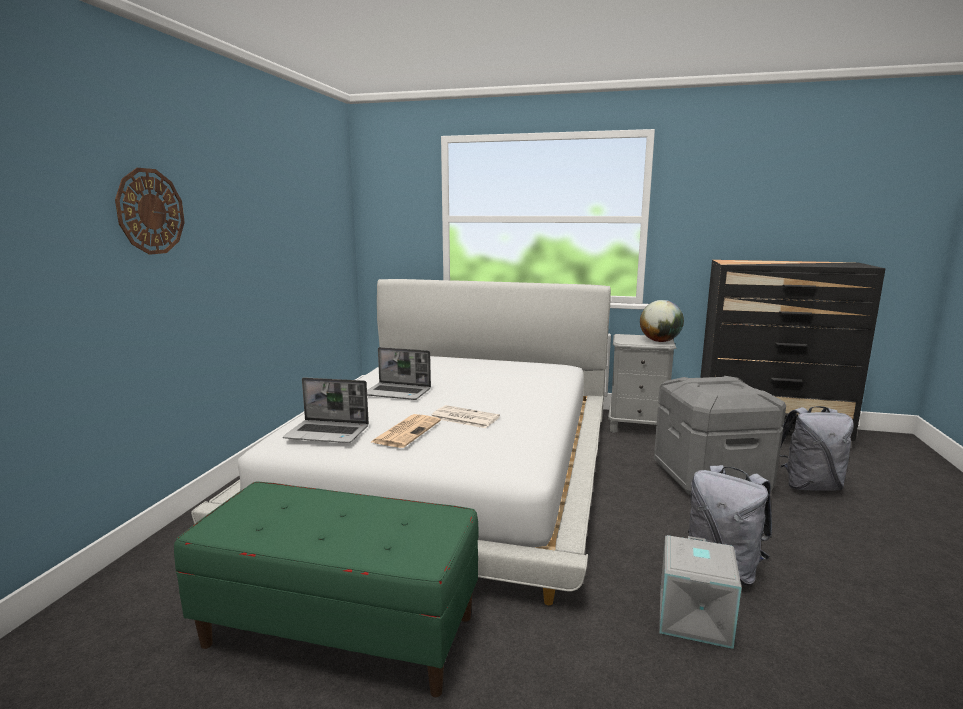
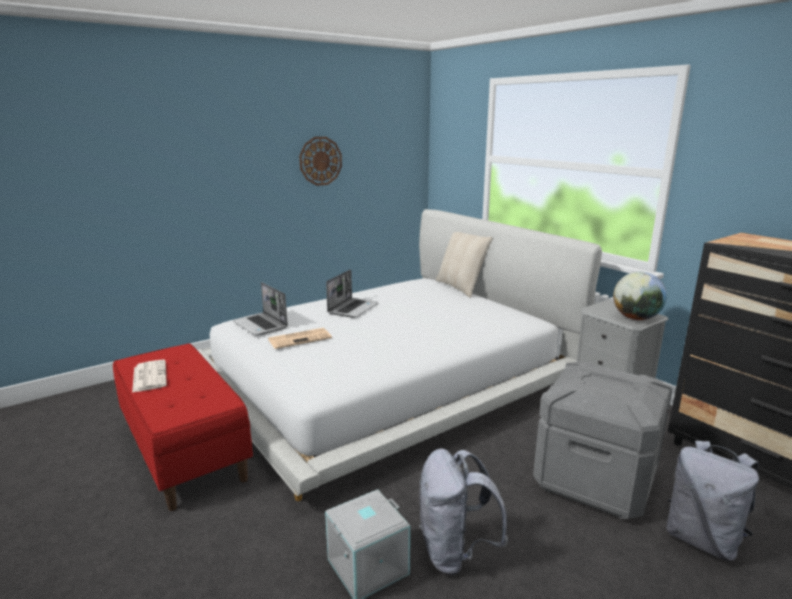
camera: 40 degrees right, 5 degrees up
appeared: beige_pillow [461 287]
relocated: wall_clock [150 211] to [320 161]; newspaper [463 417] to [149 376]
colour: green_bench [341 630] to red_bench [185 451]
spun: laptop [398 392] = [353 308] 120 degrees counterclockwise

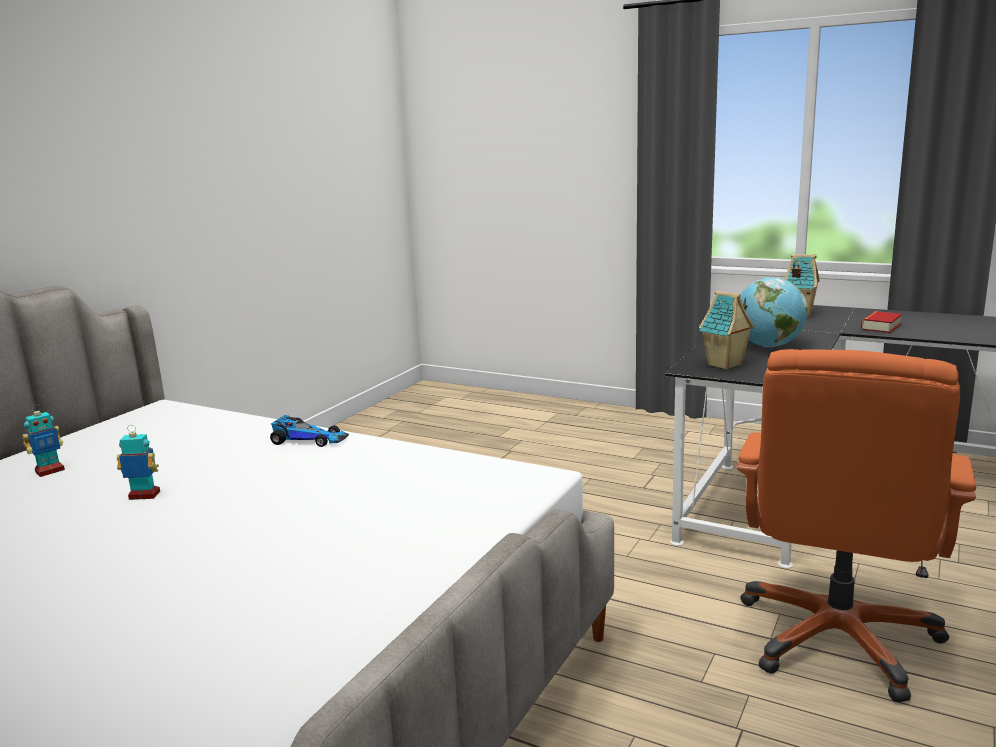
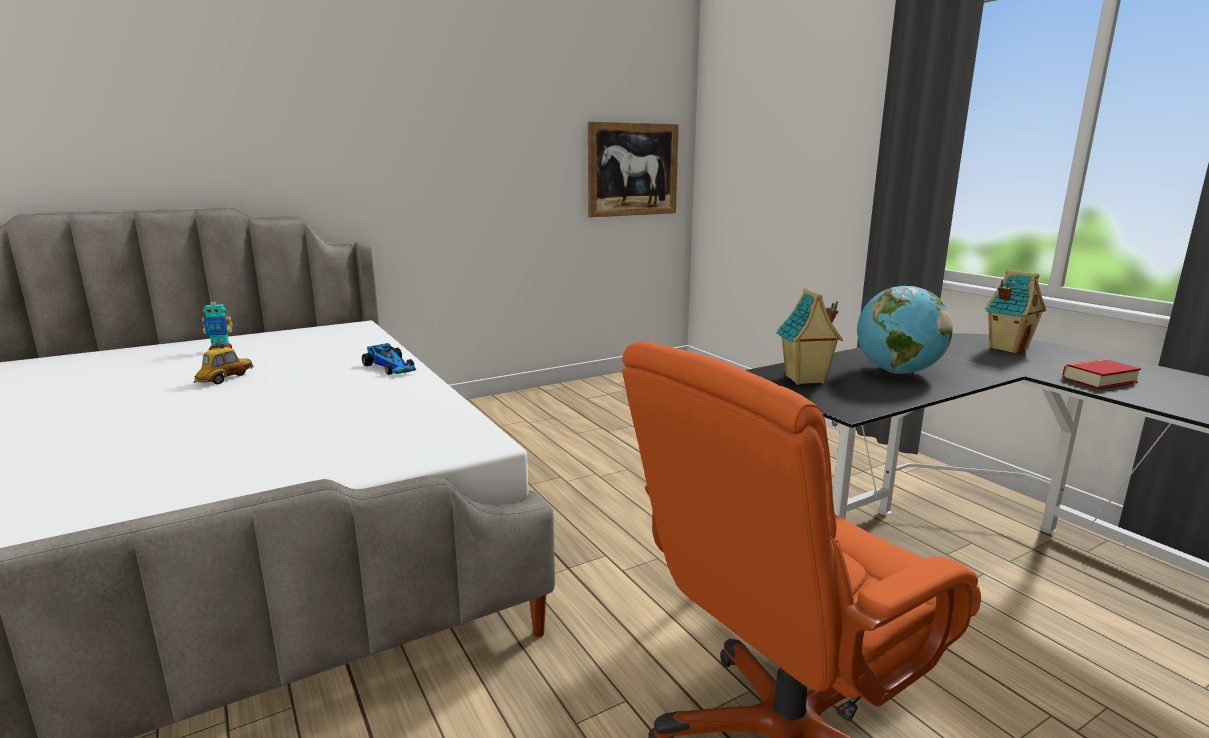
camera: 30 degrees right, 0 degrees up
appeared: picture [633 169]
exchanged: toy_robot [144 496] to toy_car [226 379]

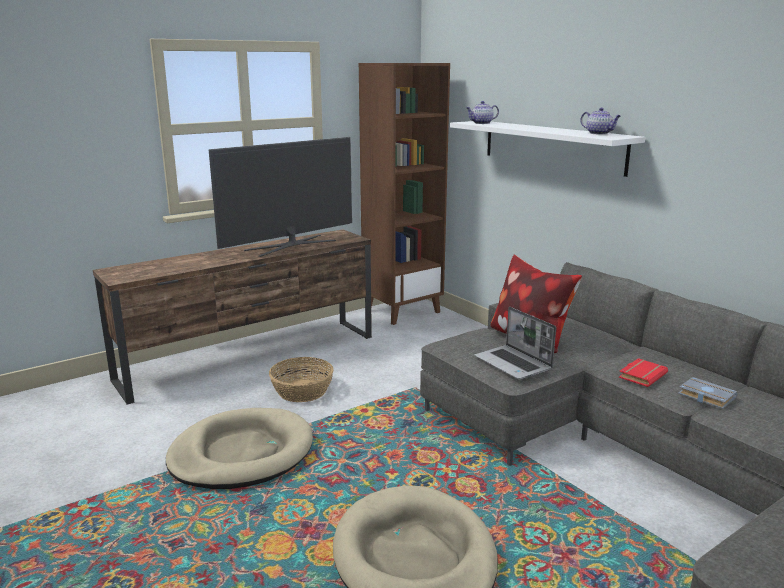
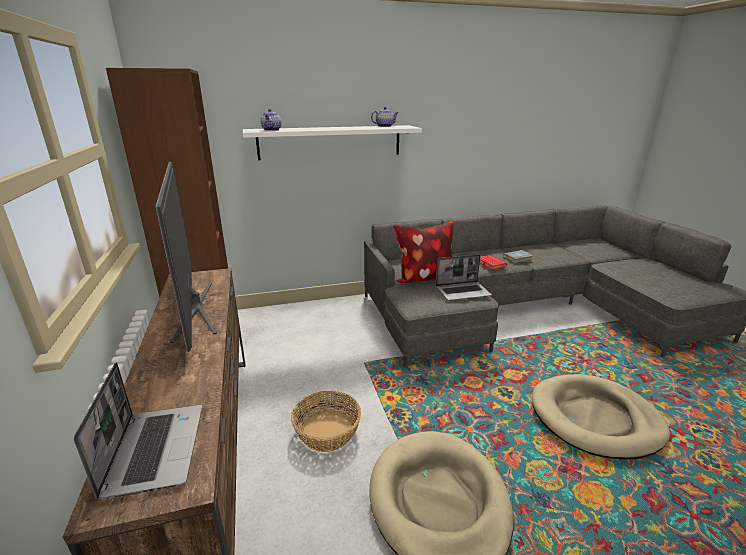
camera: 70 degrees left, 5 degrees up
appeared: laptop [154 449]

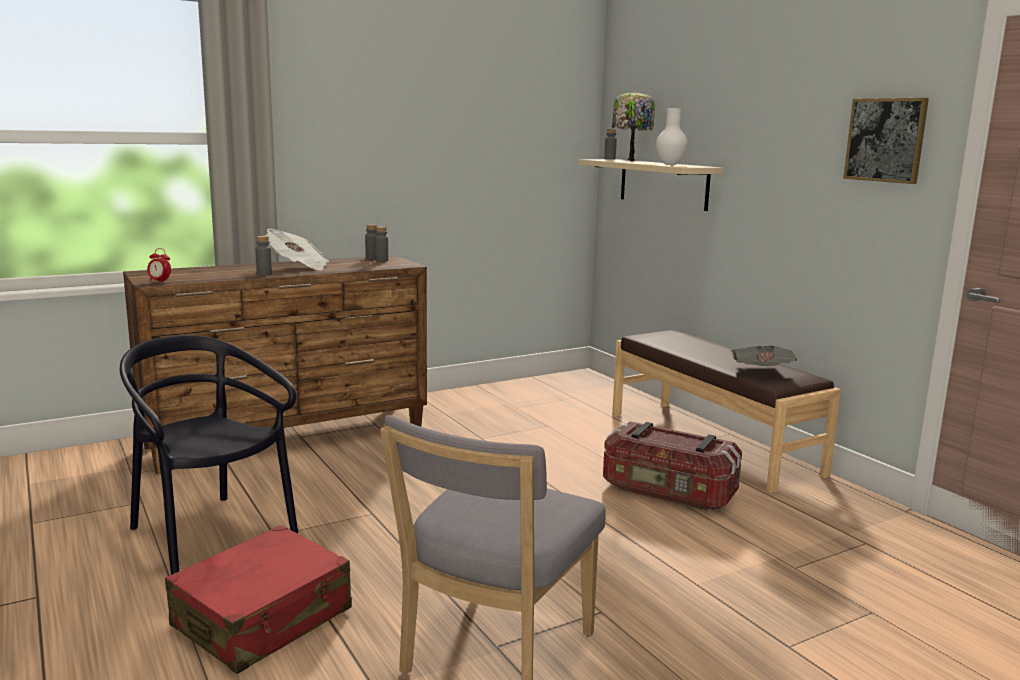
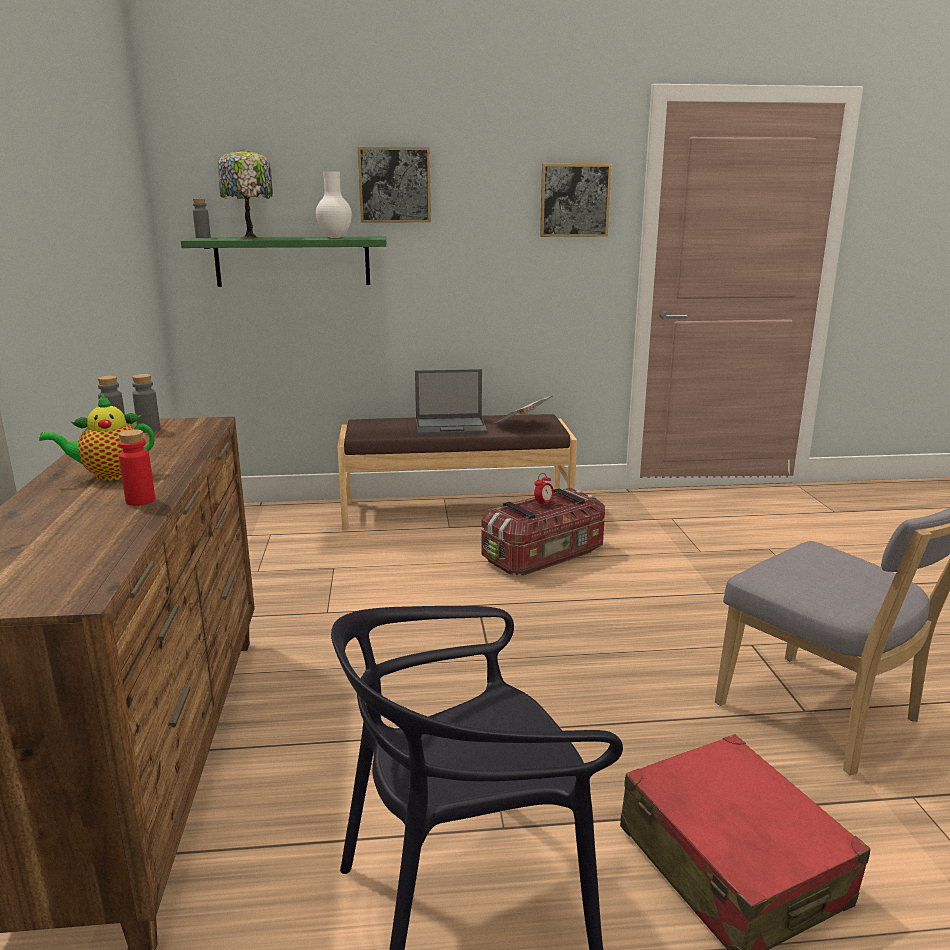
camera: 65 degrees left, 5 degrees up
appeared: picture [394 185]; laptop [451 426]
relocated: alarm_clock [160 282] to [543 504]
exchanged: newspaper [298 266] to teapot [109 475]
colour: grey_bottle [264 274] to red_bottle [140 501]; beige_shelf [663 183] to green_shelf [293 261]

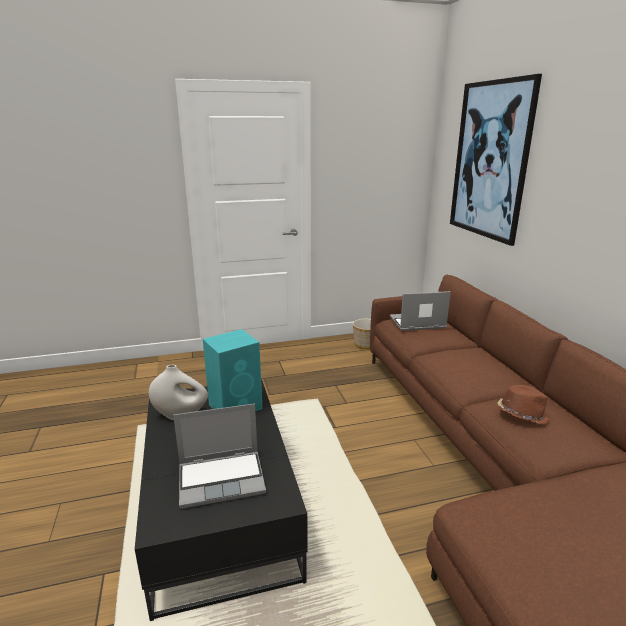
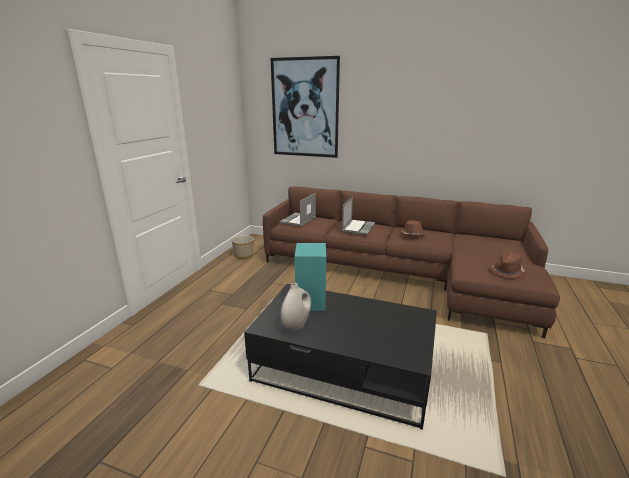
camera: 55 degrees left, 0 degrees up
appeared: brown_hat [507 271]
relocated: laptop [222 479] to [358 228]

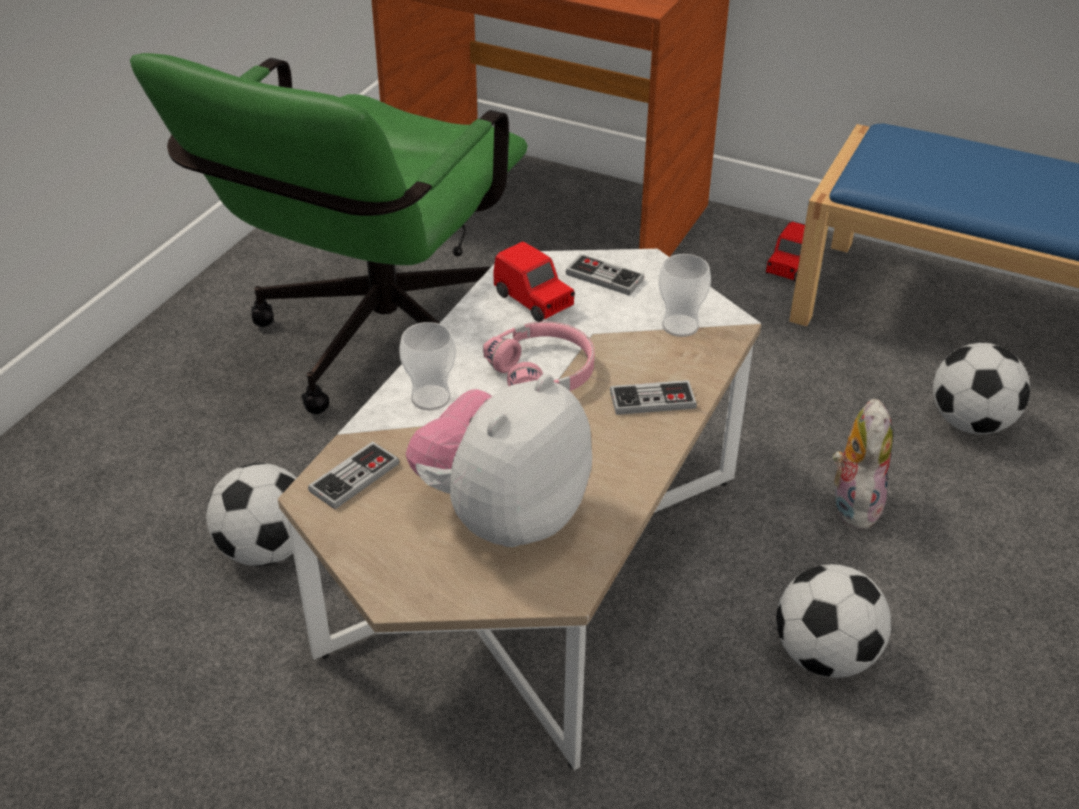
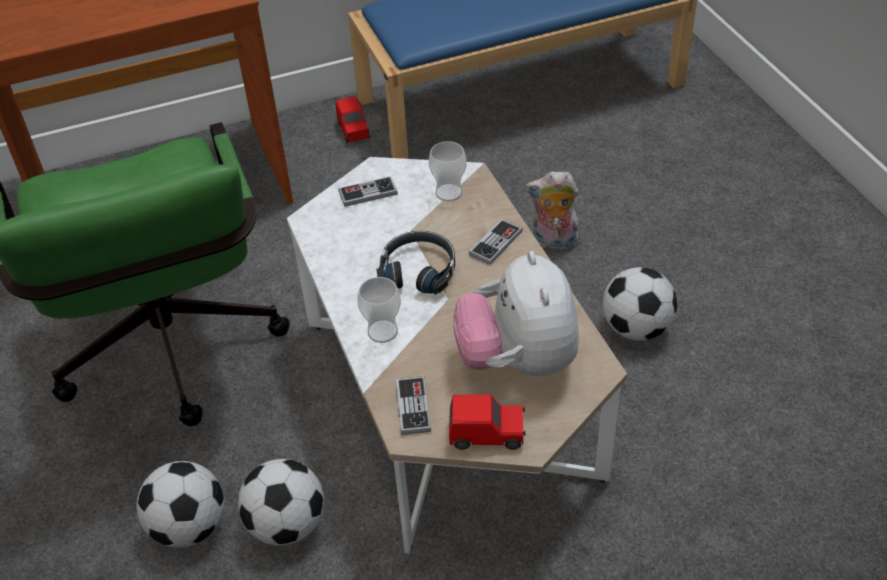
camera: 45 degrees left, 5 degrees up
relocated: red_toy_car [534 301] to [487 434]; football [970 423] to [189 526]
colour: pink_headphones [544 371] to black_headphones [419 270]
spun: plush_toy [852 503] = [553 242] 45 degrees counterclockwise

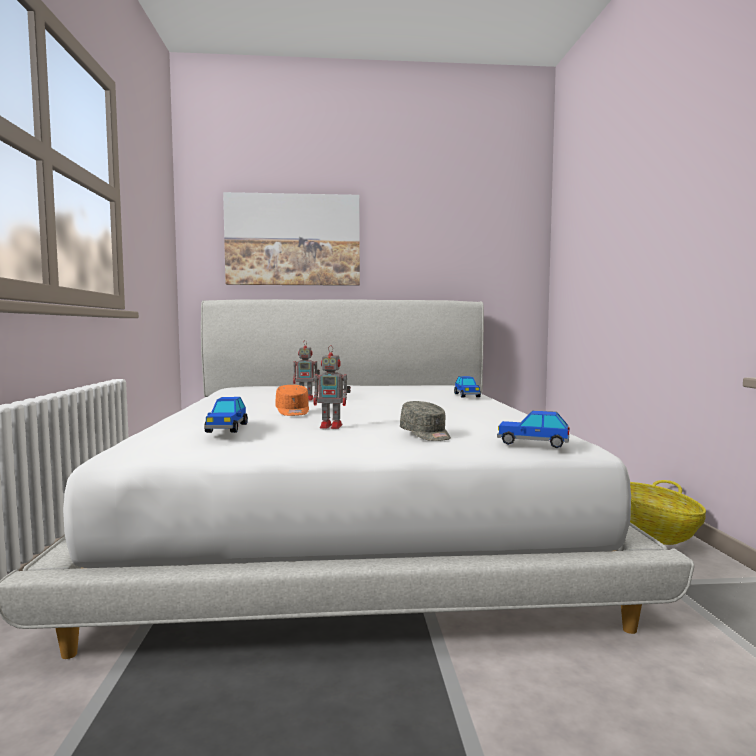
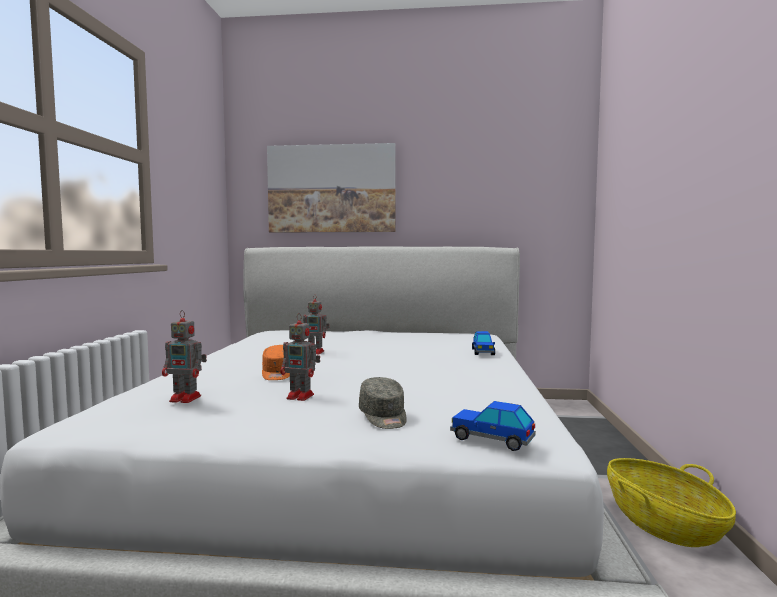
camera: 10 degrees right, 0 degrees up
exchanged: toy_car [227 428] to toy_robot [187 399]

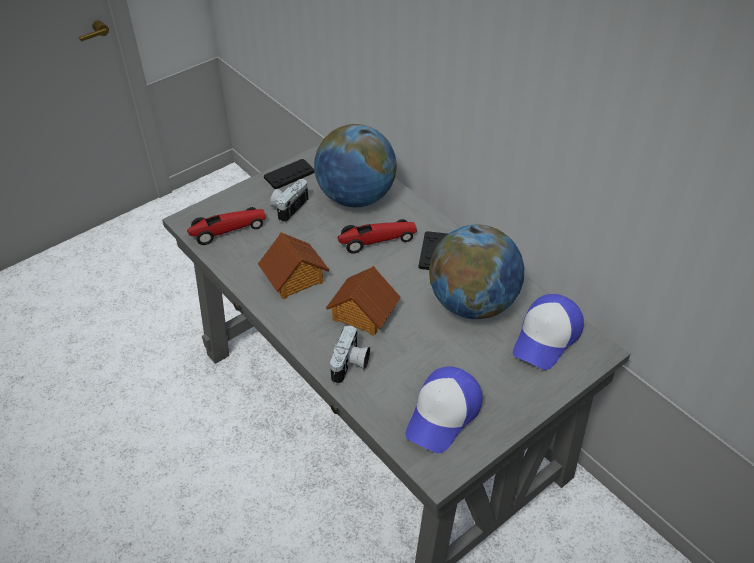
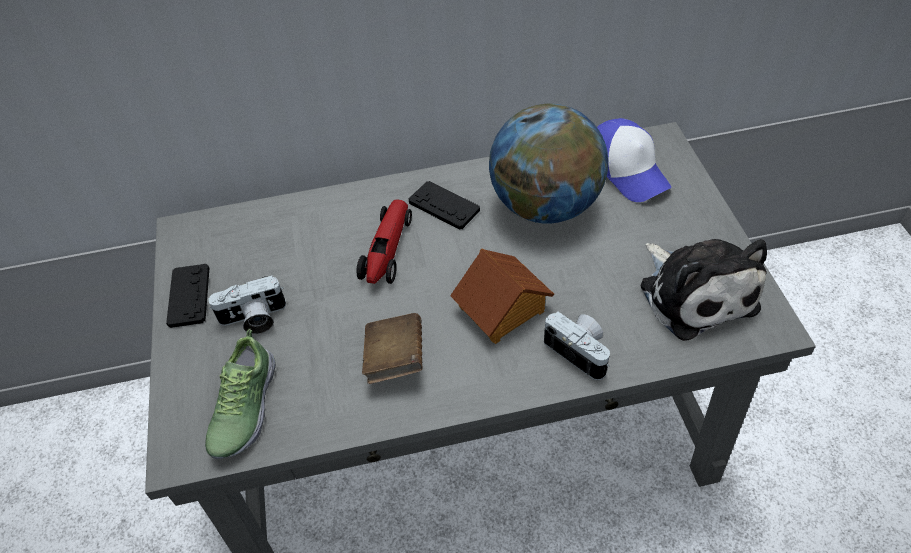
camera: 60 degrees left, 5 degrees up
missing: globe [356 197]
exchanged: toy_car [228 230] to shoe [243 408]; toy_house [294 278] to brown_book [395 359]; cap [443 415] to plush_toy [695 292]
spun: photo_camera [288 207] = [254 319] 75 degrees counterclockwise

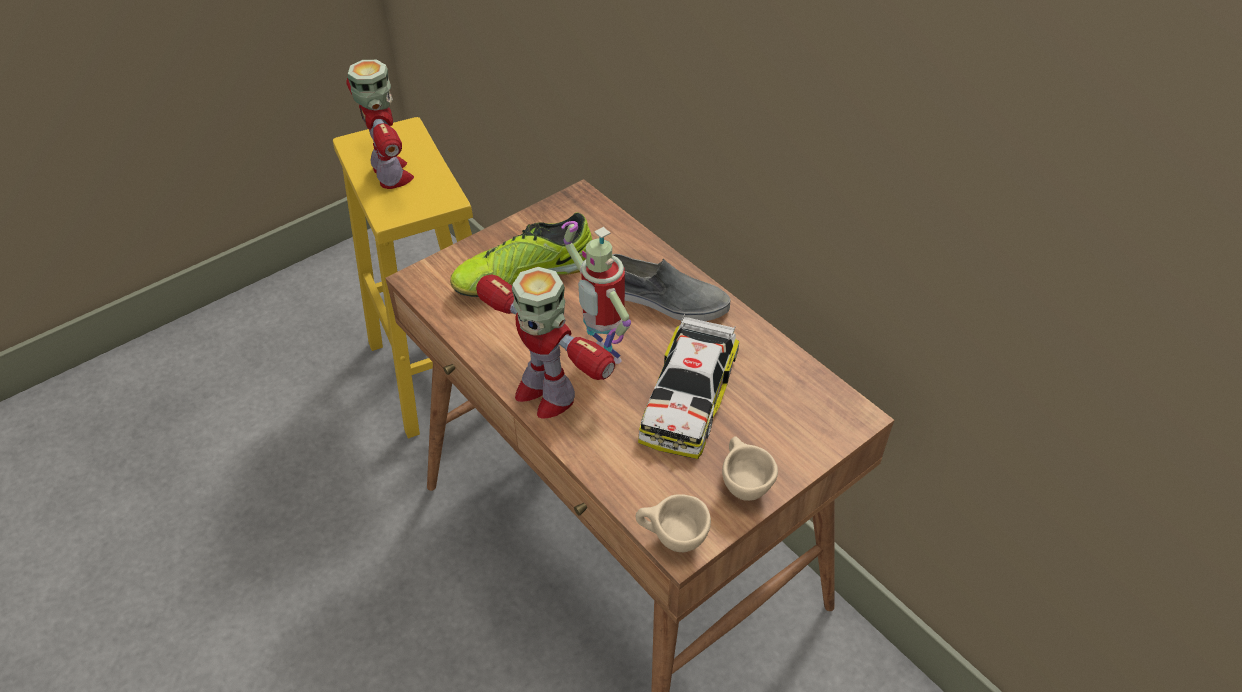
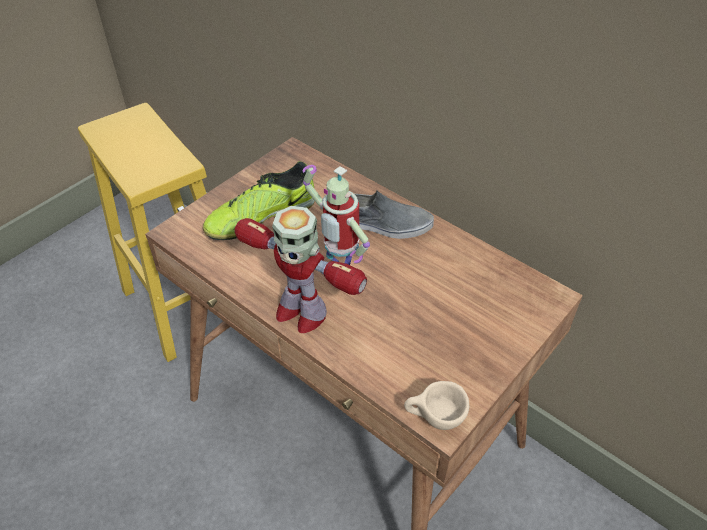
camera: 10 degrees left, 0 degrees up
missing: toy_robot [391 175]; toy_car [688 398]; beige_cup [742 485]

